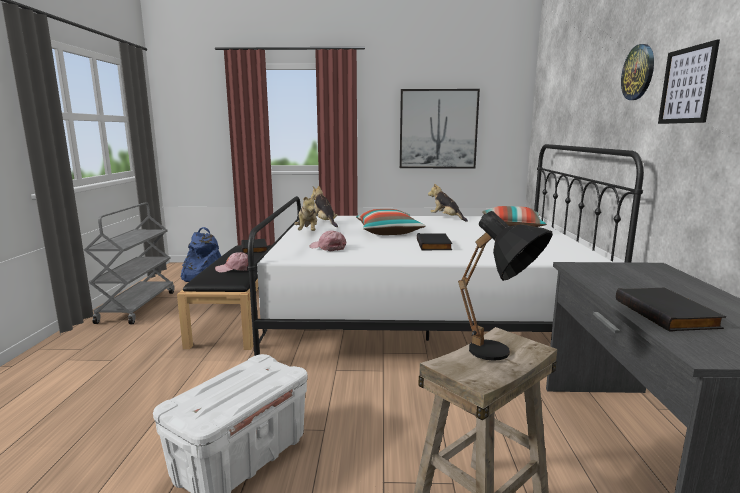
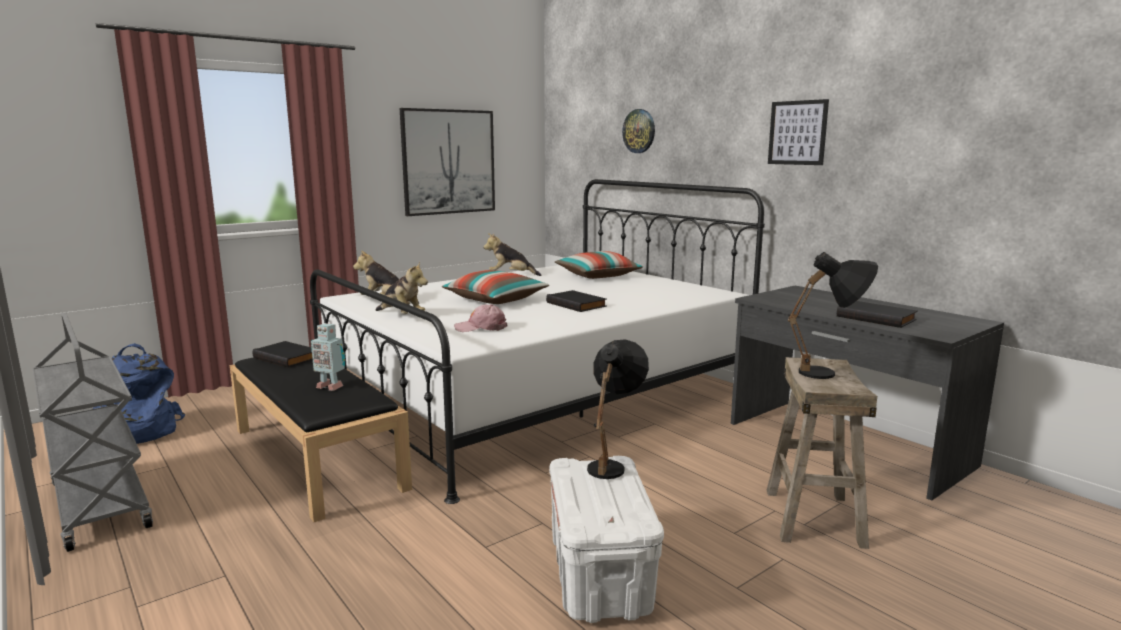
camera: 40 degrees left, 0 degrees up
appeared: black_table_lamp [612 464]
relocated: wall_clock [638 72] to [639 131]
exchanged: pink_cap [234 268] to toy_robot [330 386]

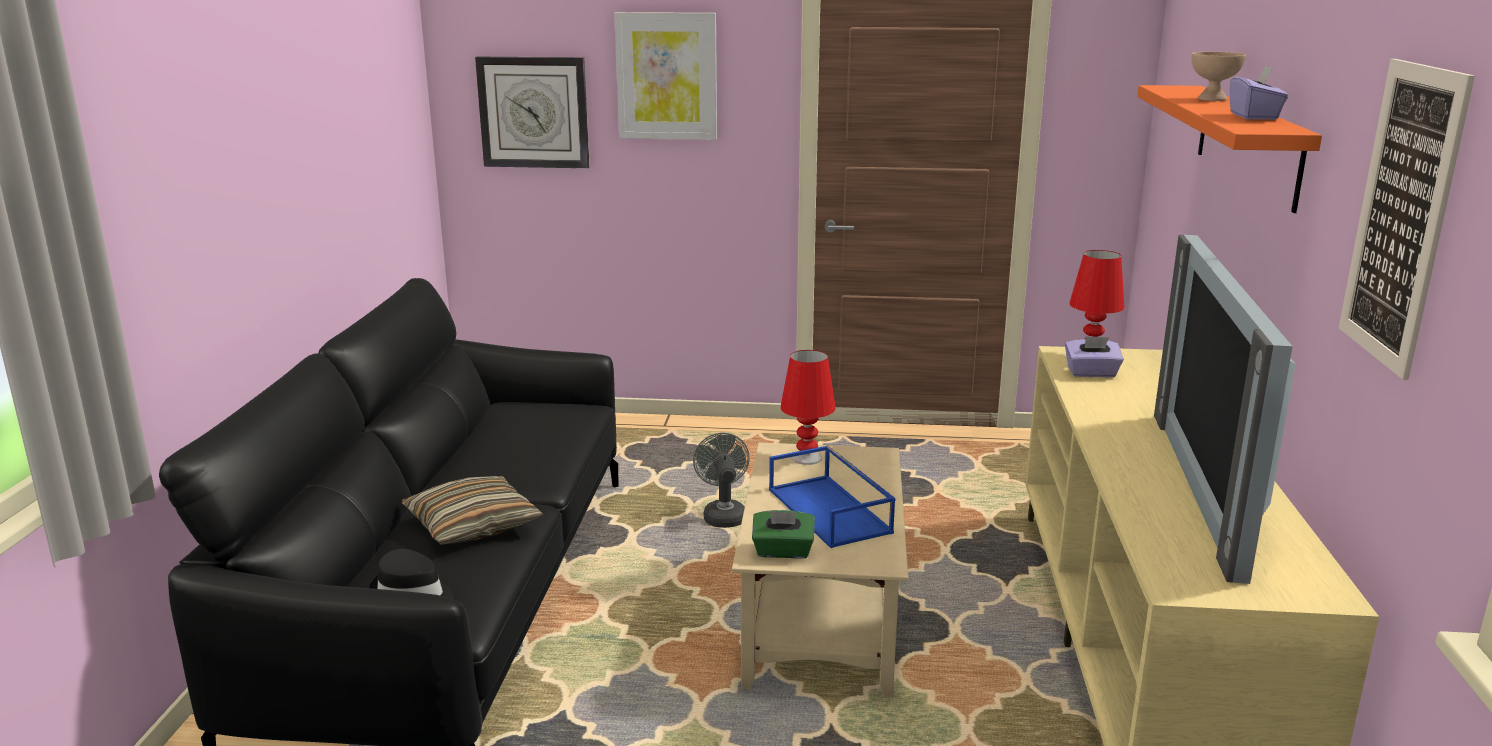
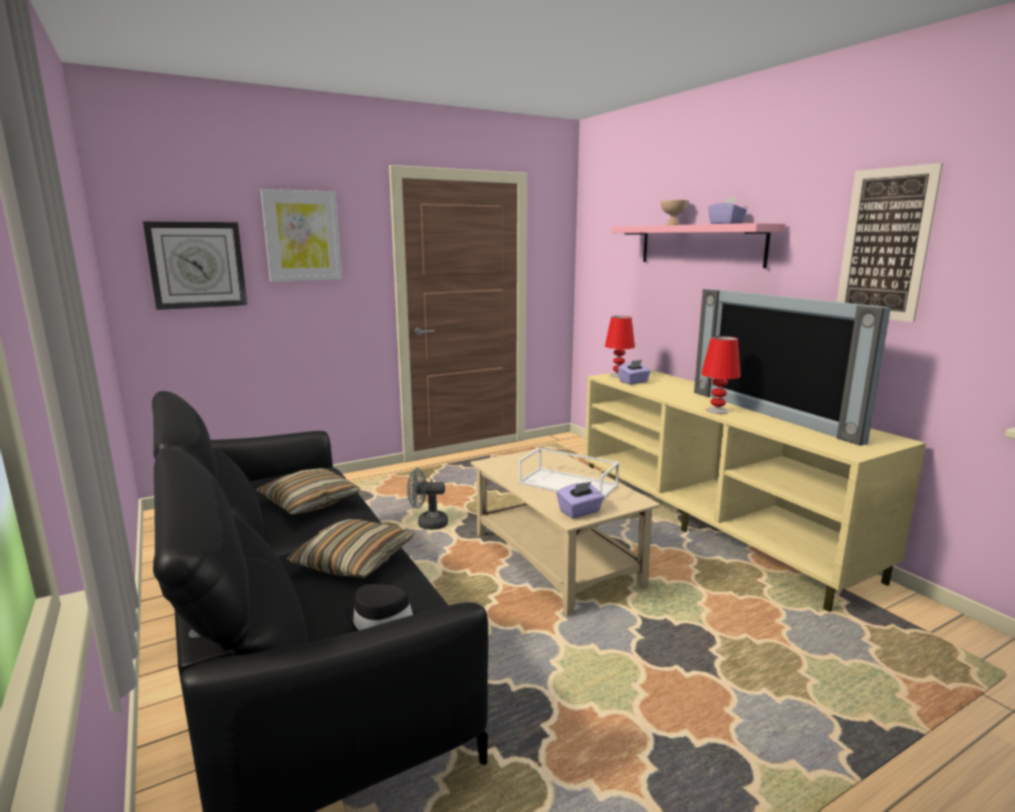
camera: 35 degrees left, 5 degrees down
appeared: pillow [309 502]
relocated: red_table_lamp [806 458] to [717 411]
colour: green_tissue_box [783 551] to purple_tissue_box [580 511]; blue_tray [831 511] to white_tray [569 484]; orange_shelf [1247 143] to pink_shelf [700 245]
spun: grey_fan [723 515] = [427 524] 45 degrees counterclockwise

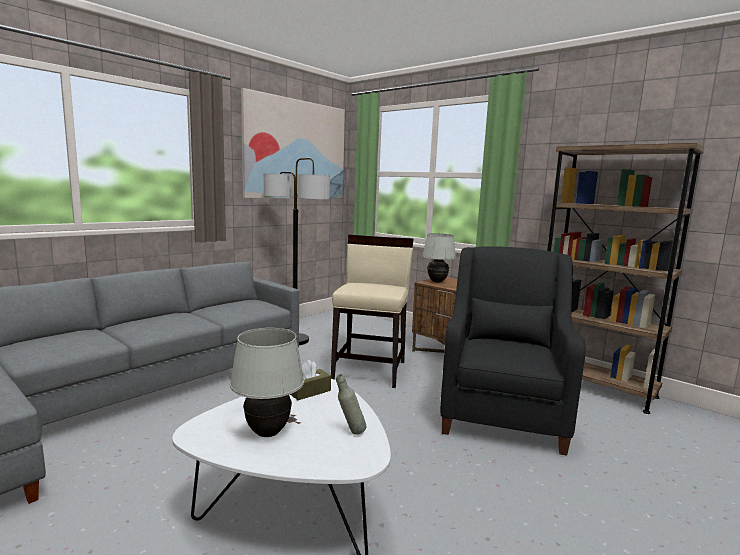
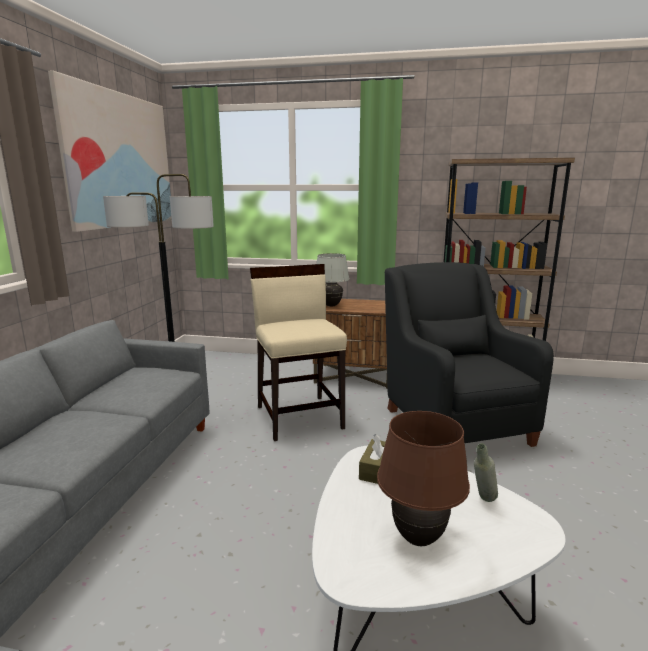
camera: 30 degrees left, 5 degrees up
colour: white_table_lamp [267 433] to brown_table_lamp [418 538]

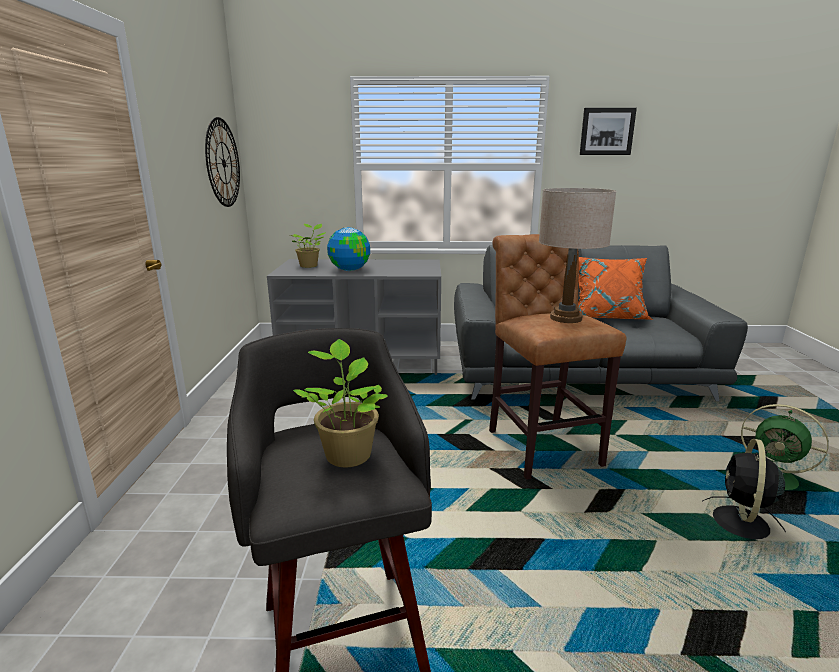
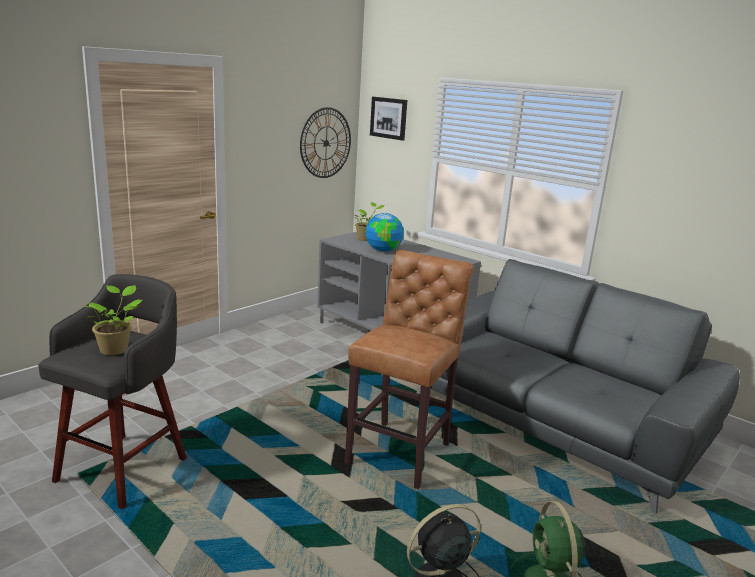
camera: 40 degrees right, 0 degrees up
missing: beige_table_lamp [566 318]; orange_pillow [607 316]
relocated: picture [606 131] to [389 118]

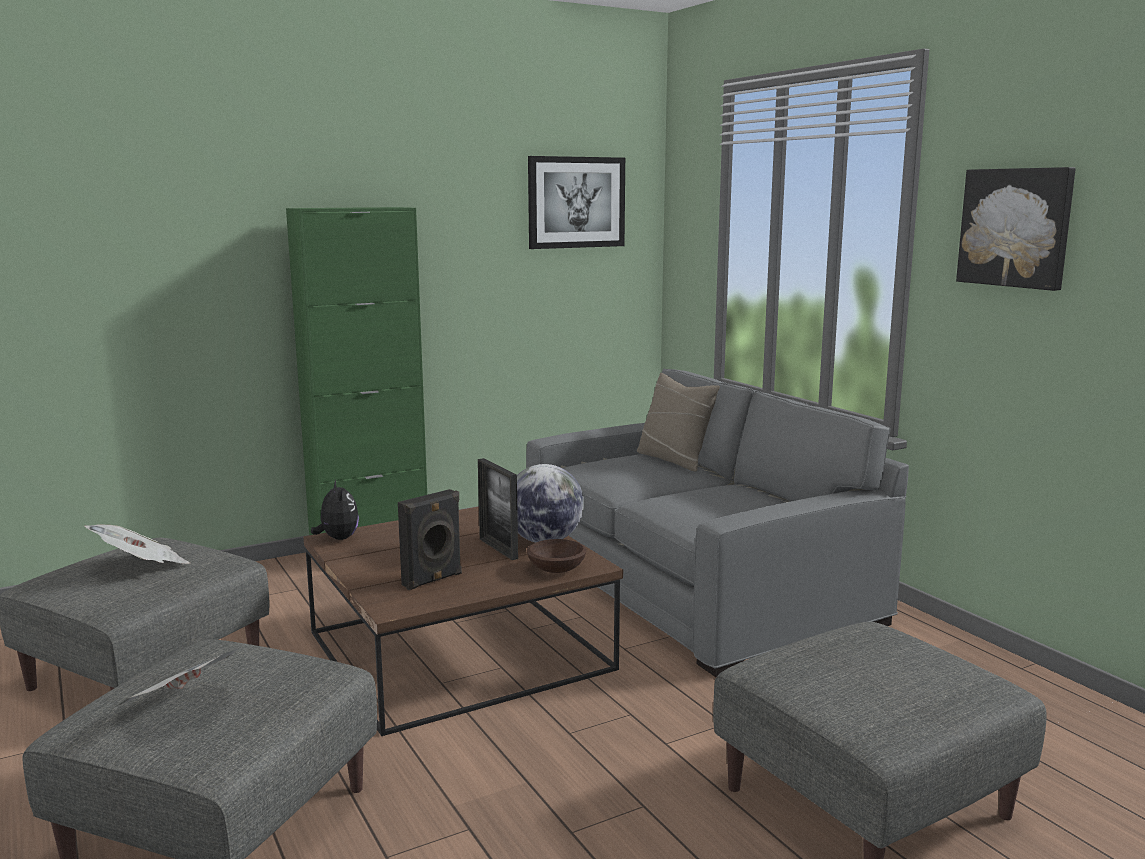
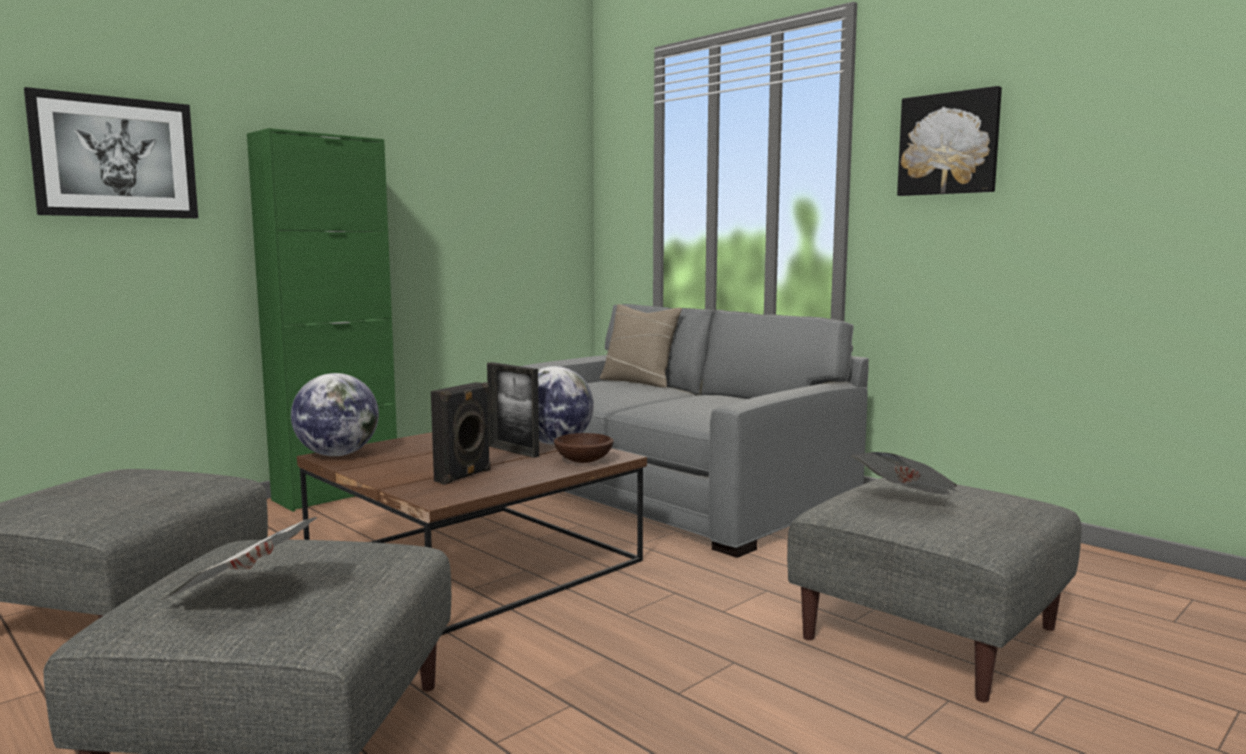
camera: 15 degrees left, 5 degrees down
relocated: newspaper [142 567] to [906 502]; picture [576 202] to [115 157]
exchanged: plush_toy [337 538] to globe [337 455]

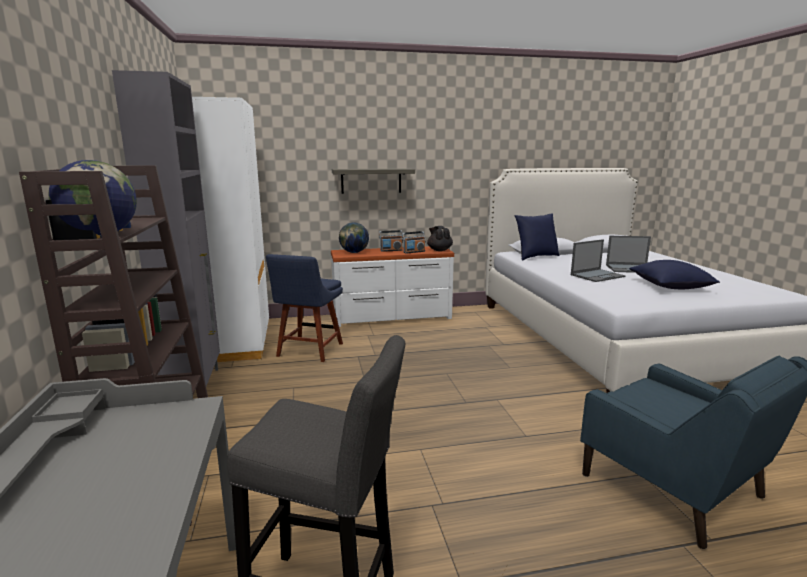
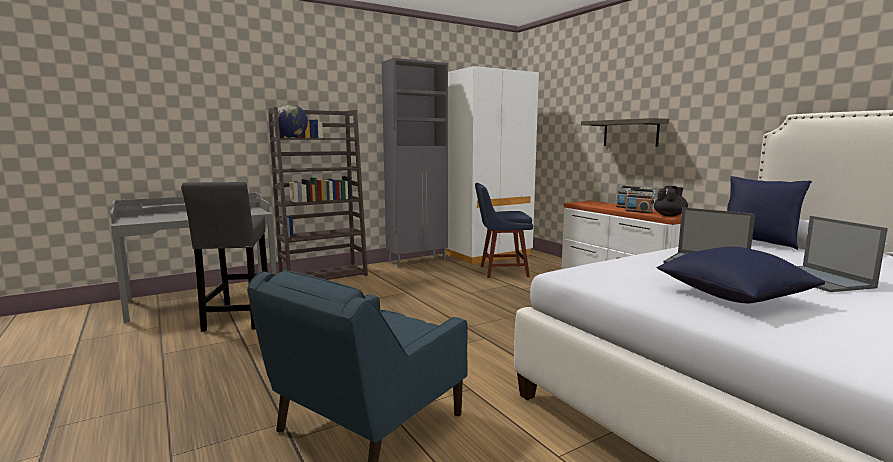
camera: 70 degrees right, 5 degrees down
missing: globe [354 252]

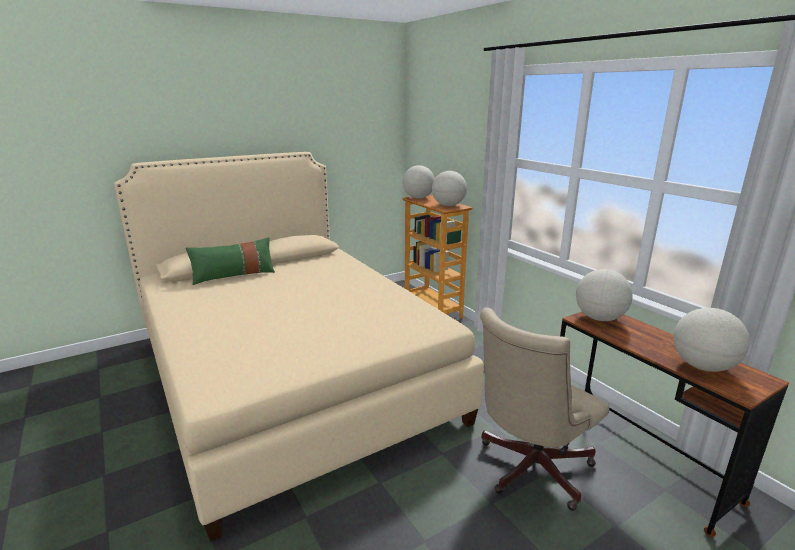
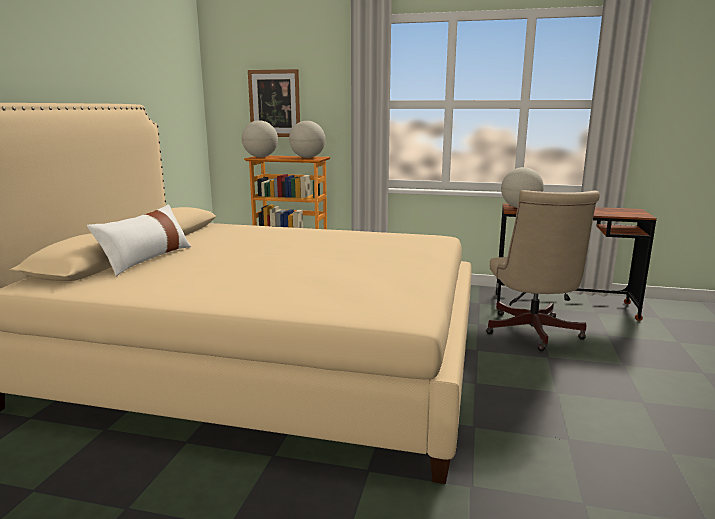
camera: 45 degrees left, 5 degrees down
missing: globe [702 366]
appeared: picture [274 103]
colour: green_pillow [234 275] to white_pillow [147 259]

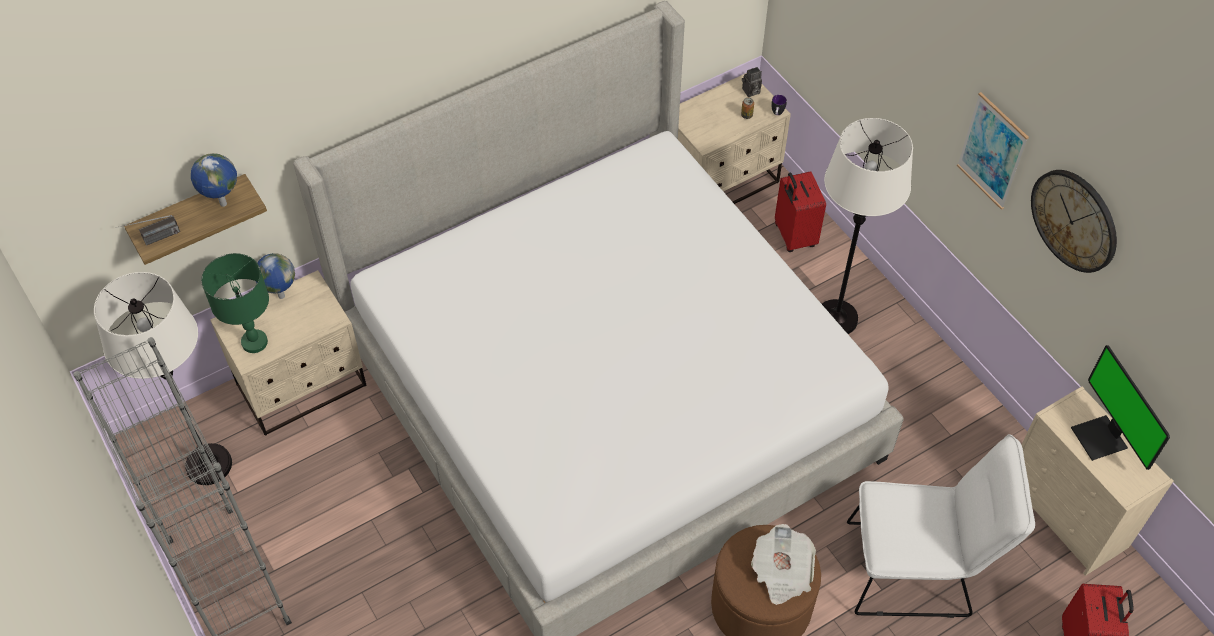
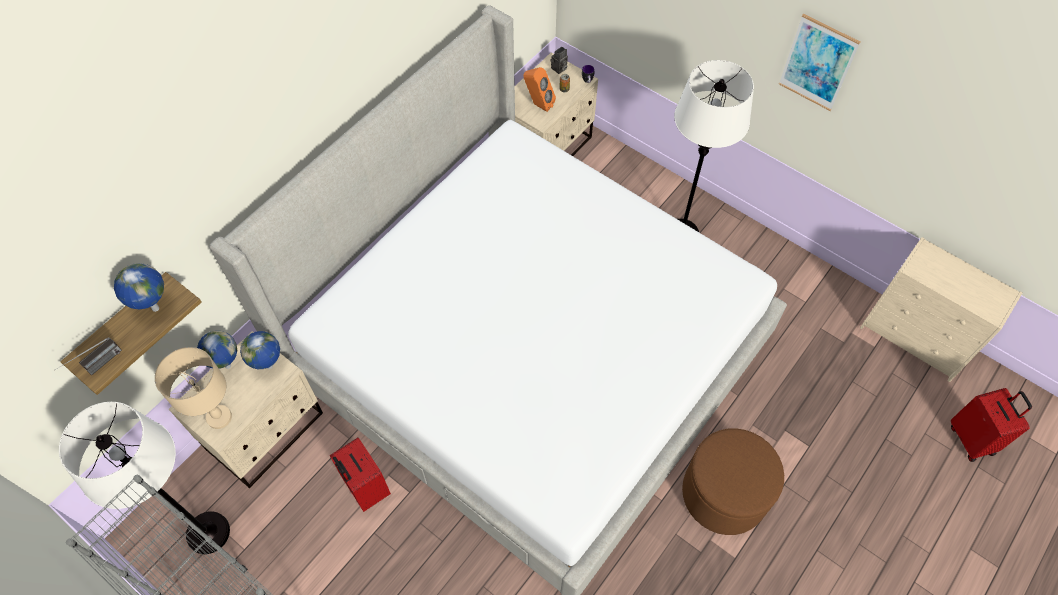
camera: 20 degrees left, 5 degrees up
missing: newspaper [781 573]; white_chair [918 569]; wall_clock [1074 220]; monitor [1101 438]
appeared: globe [270 366]; orange_speaker [538 104]
relocated: red_suitcase [793 236] to [365 488]
colour: green_table_lamp [254 342] to beige_table_lamp [219 417]

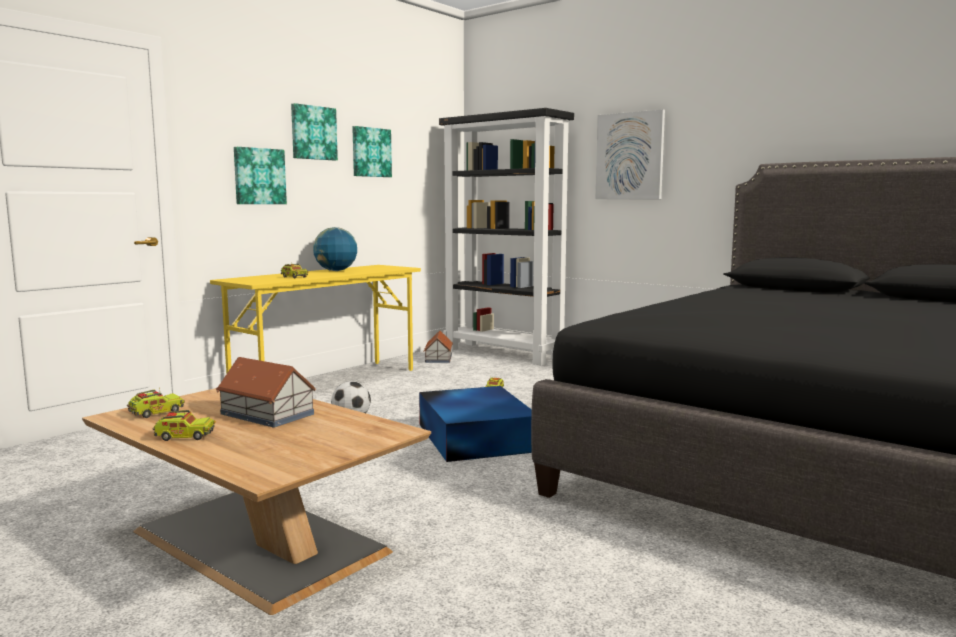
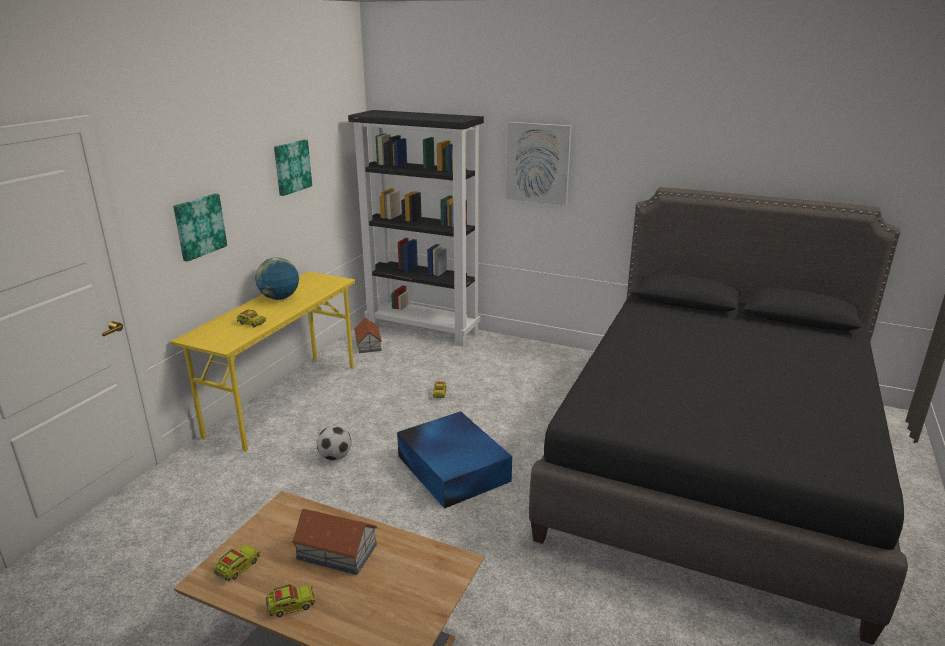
camera: 15 degrees left, 15 degrees up
missing: picture [313 133]

